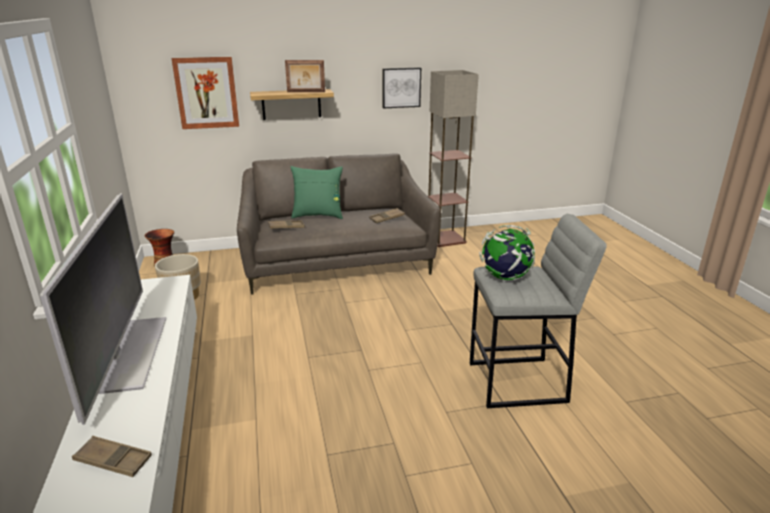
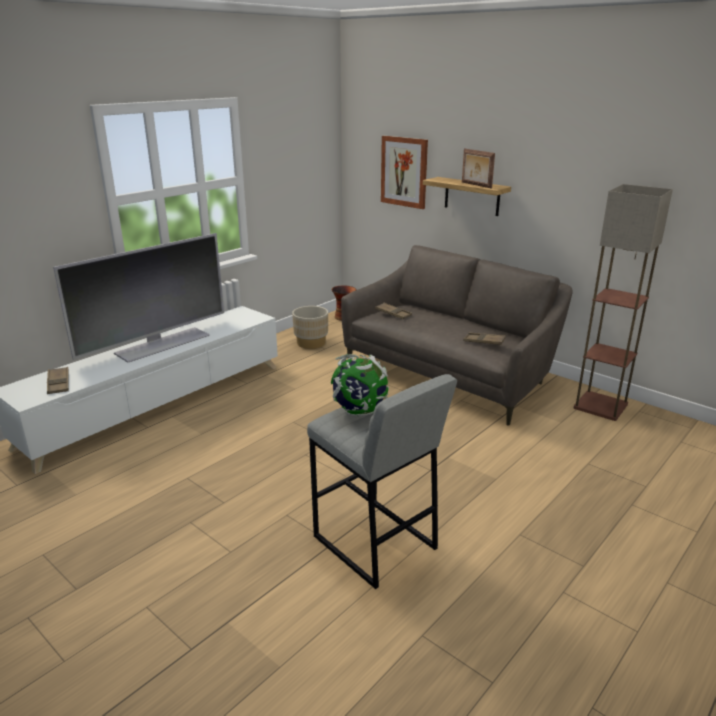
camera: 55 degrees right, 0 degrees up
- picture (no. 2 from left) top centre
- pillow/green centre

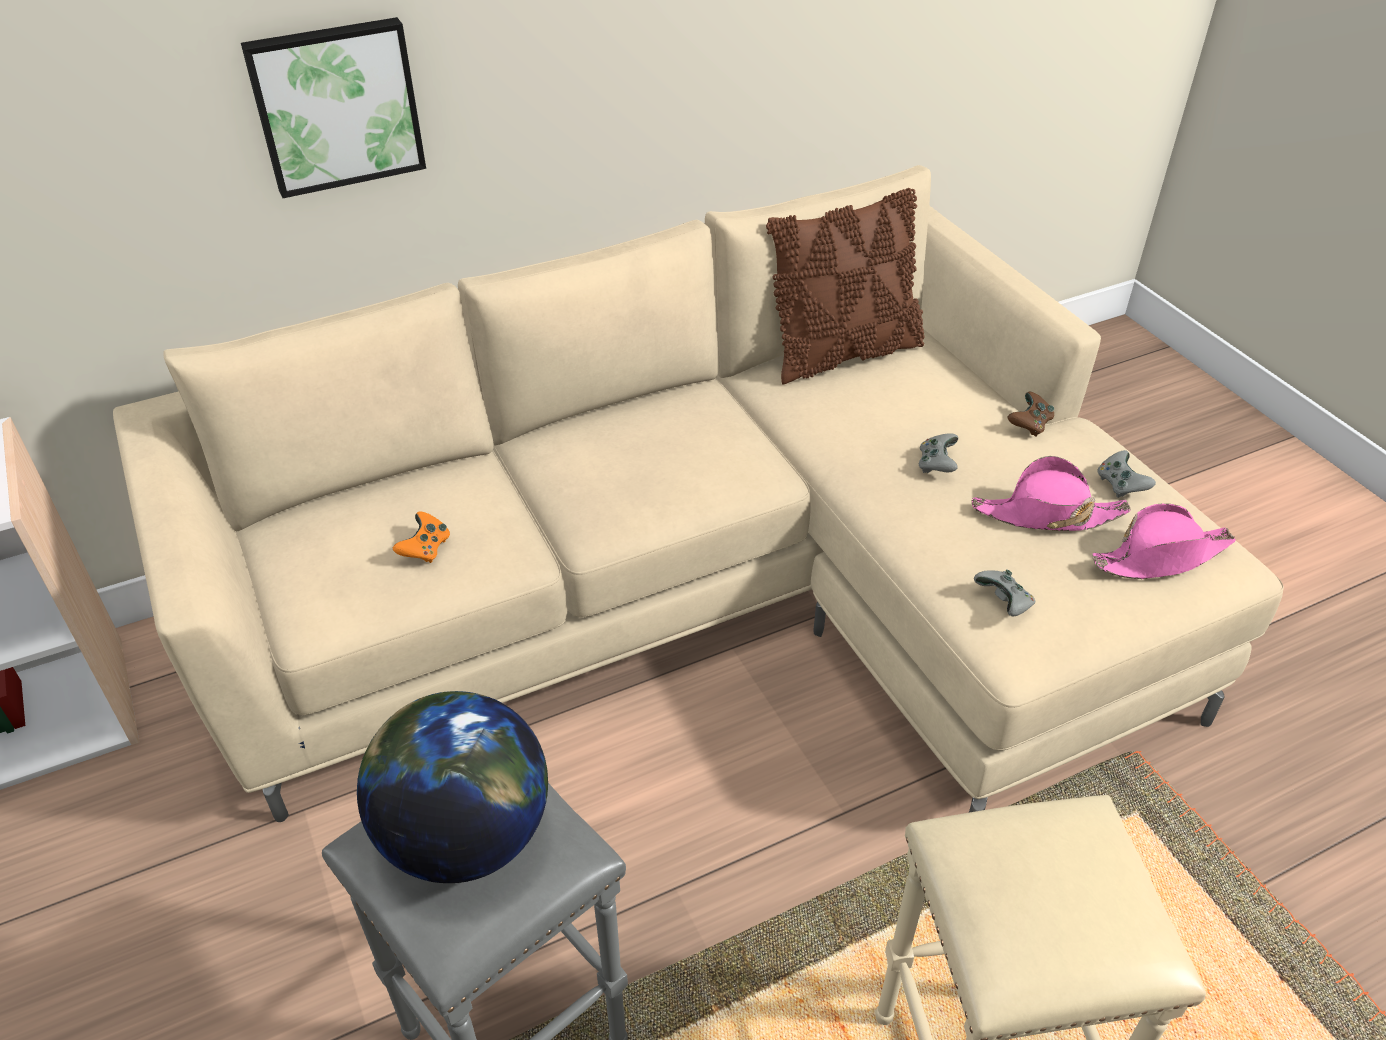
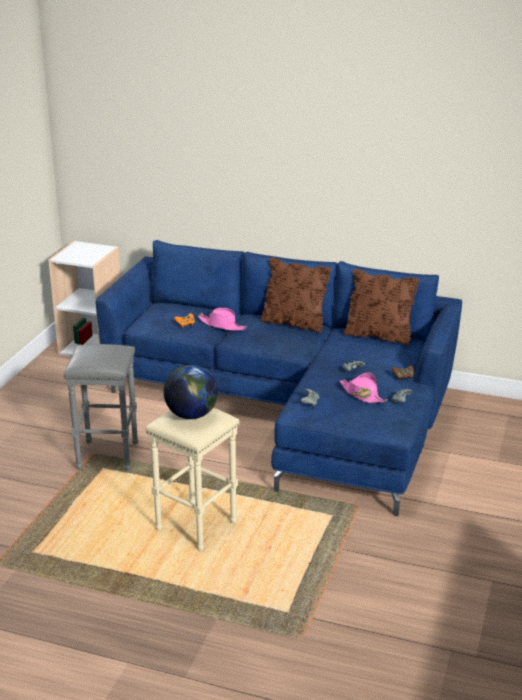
camera: 45 degrees right, 15 degrees down
- picture top left
~ sofa/beige centre to sofa/blue centre
~ hat/pink (no. 2 from left in the first image) middle right to hat/pink (no. 1 from left) centre
~ globe bottom left to centre
+ pillow/brown (no. 1 from left) centre

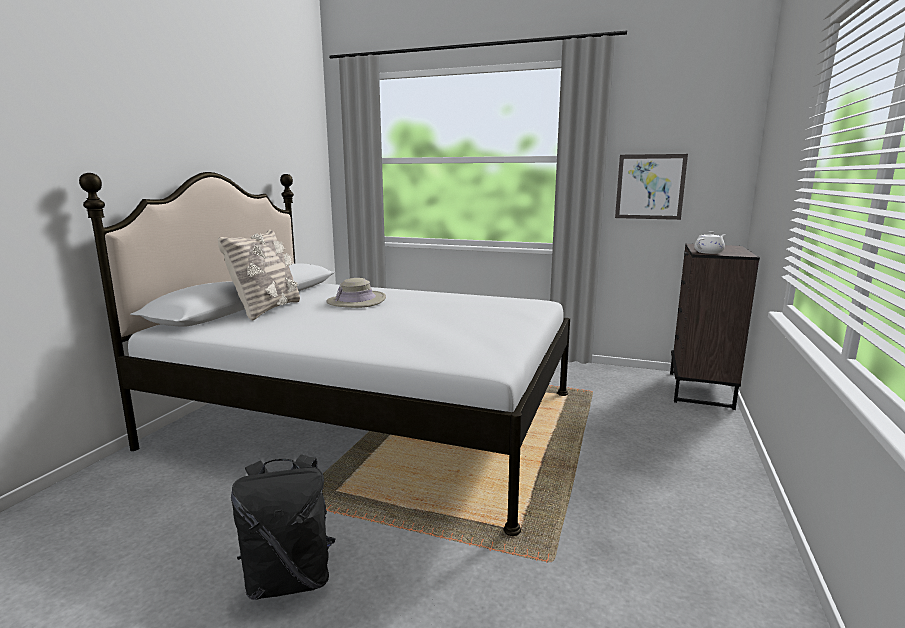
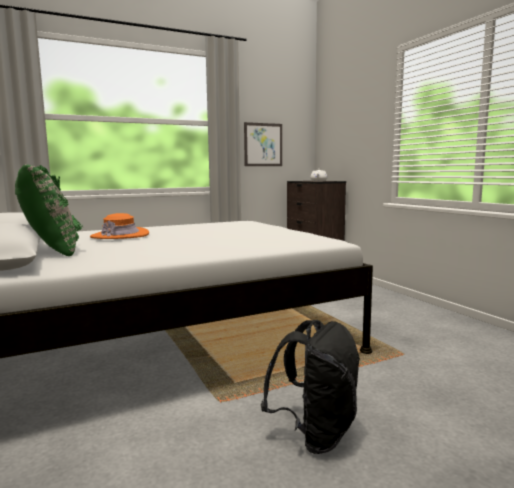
camera: 45 degrees left, 5 degrees down
~ pillow/beige middle left to pillow/green middle left
~ hat/beige centre to hat/orange middle left

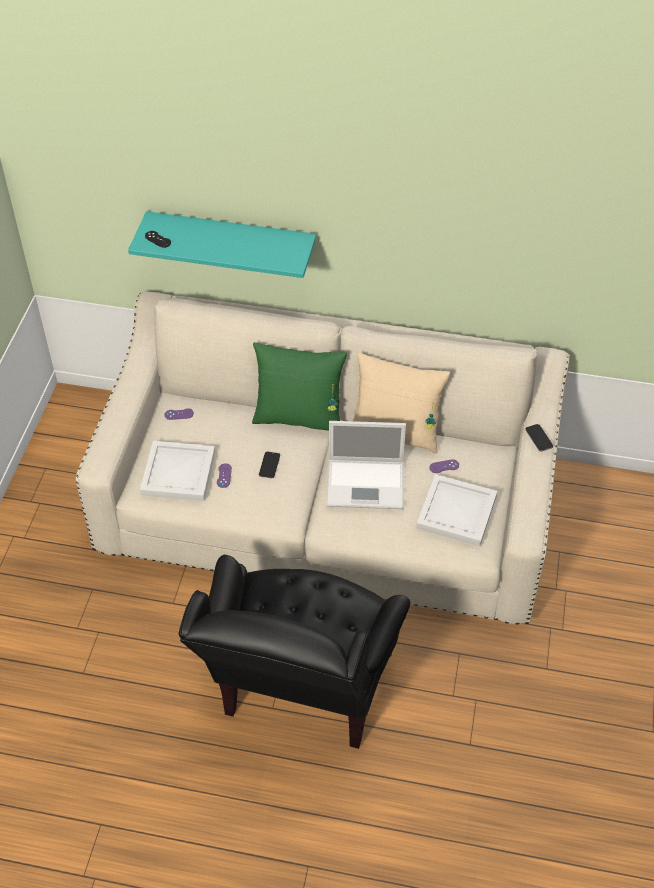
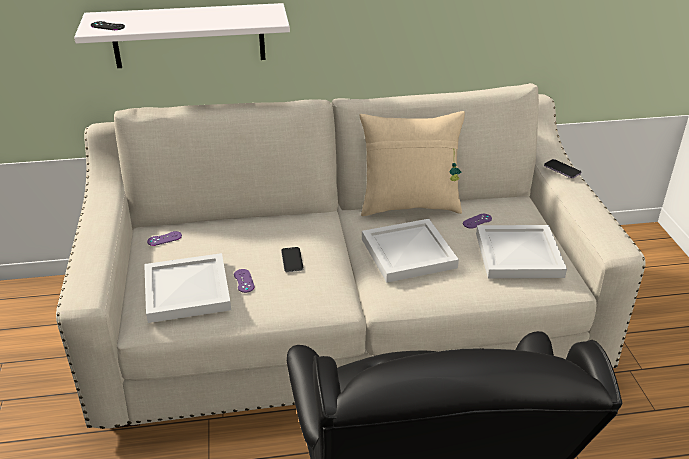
camera: 20 degrees left, 15 degrees down
~ shelf/turquoise top centre to shelf/white top left
- pillow/green centre
~ laptop centre to tray/white (no. 2 from left) centre

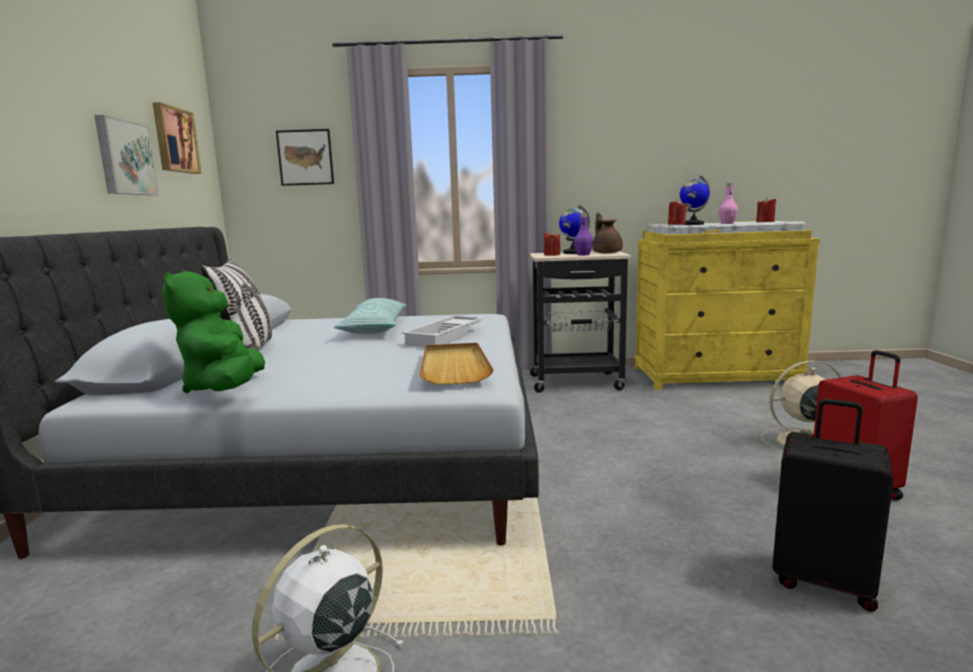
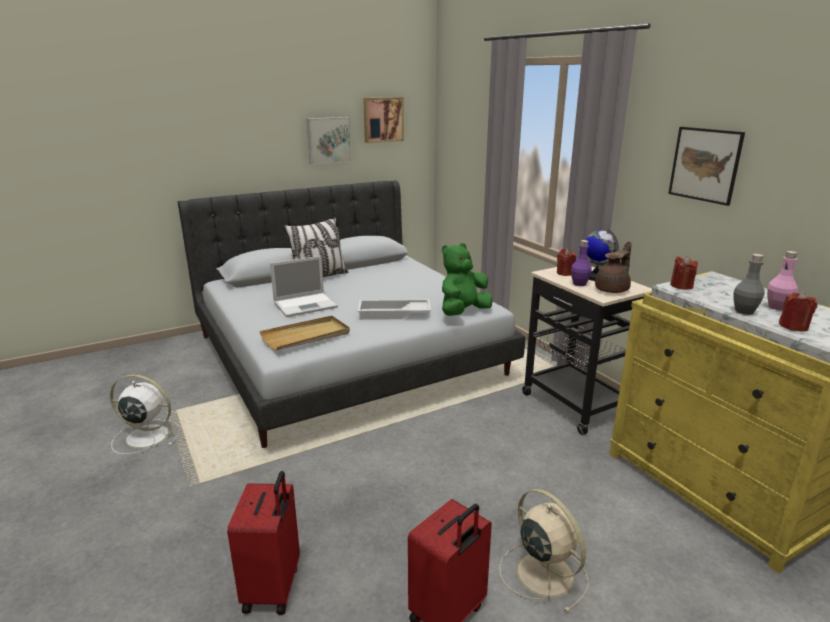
camera: 60 degrees right, 10 degrees up
~ picture (no. 3 from left) top left to top right
- globe (no. 2 from left) top right
~ plush toy/green middle left to centre
- pillow (no. 2 from left) centre
~ suitcase/black bottom right to suitcase/red (no. 1 from left) bottom left
+ bottle/grey middle right
+ laptop centre

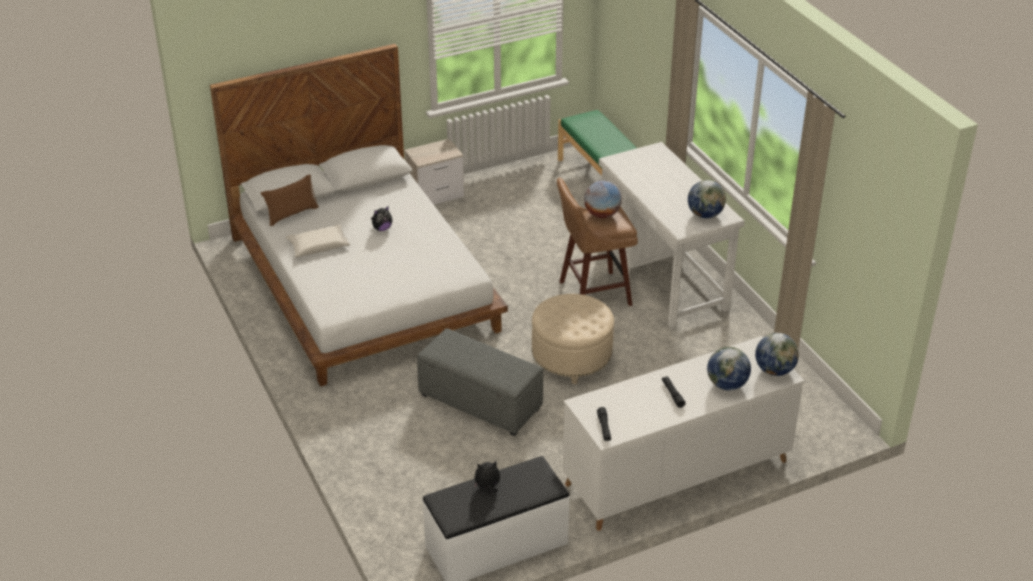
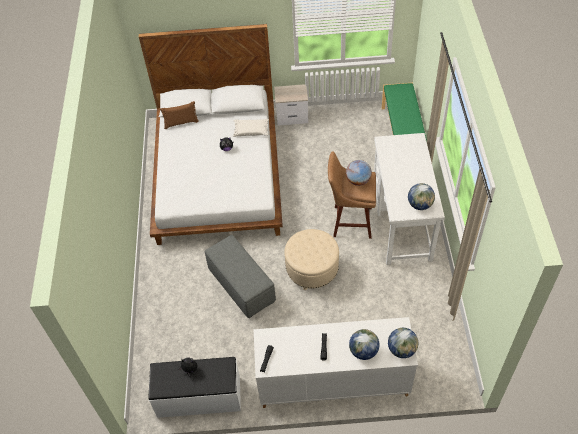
camera: 25 degrees right, 15 degrees up
~ pillow/white middle left to top centre

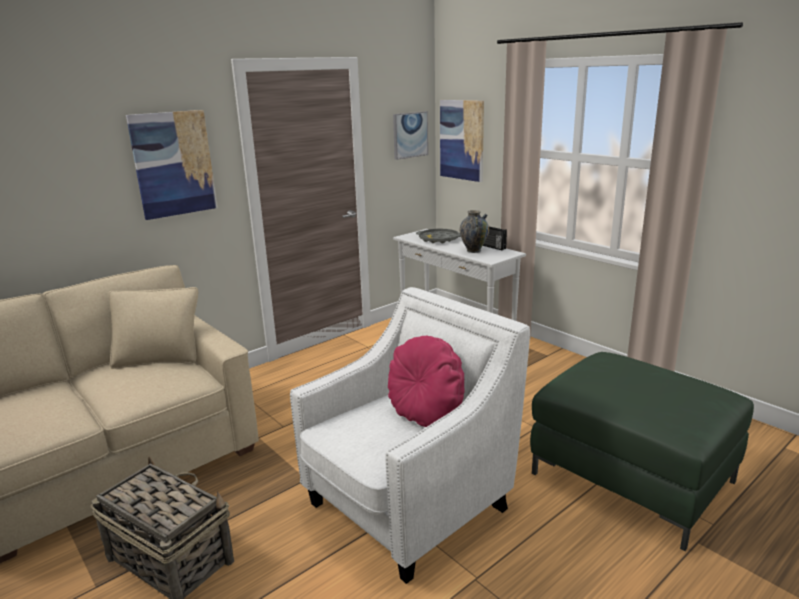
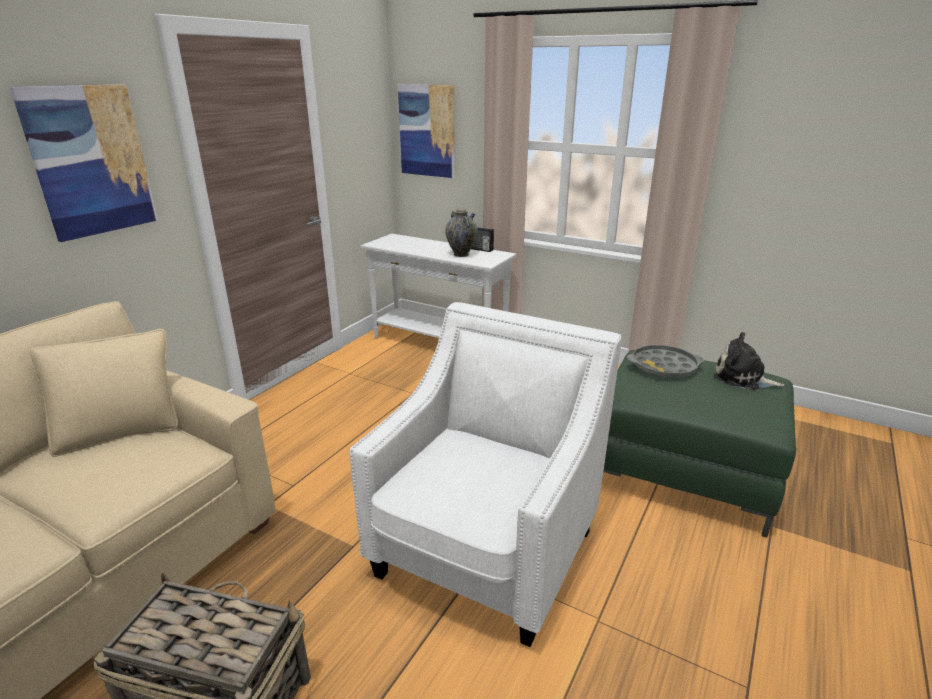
camera: 20 degrees left, 5 degrees up
- picture (no. 2 from left) top centre
~ tray/grey centre to middle right
- pillow/pink centre
+ plush toy middle right

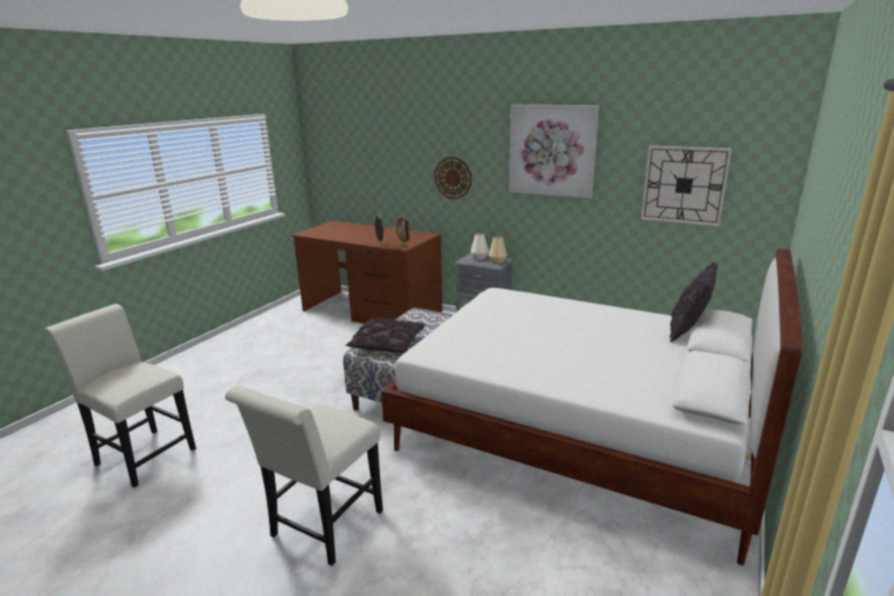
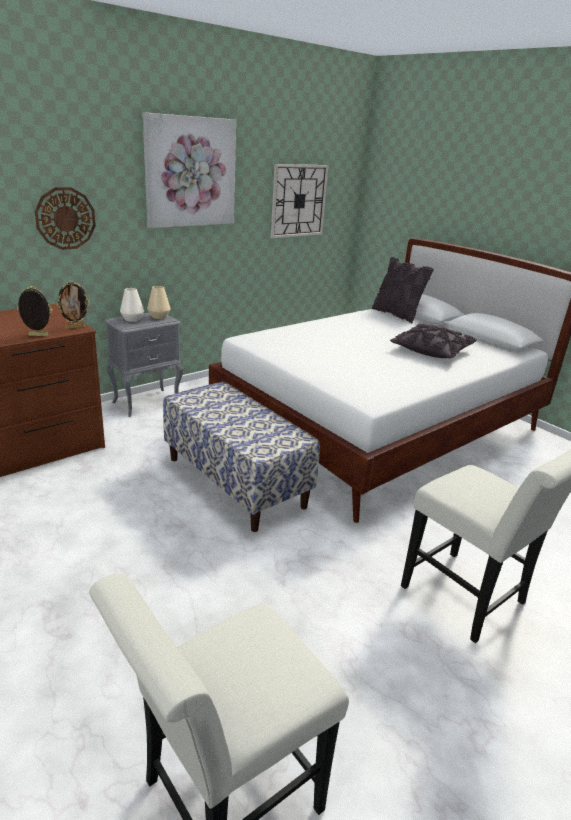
camera: 70 degrees left, 5 degrees up
~ pillow/black (no. 1 from left in the first image) centre to pillow/black (no. 2 from left) middle right

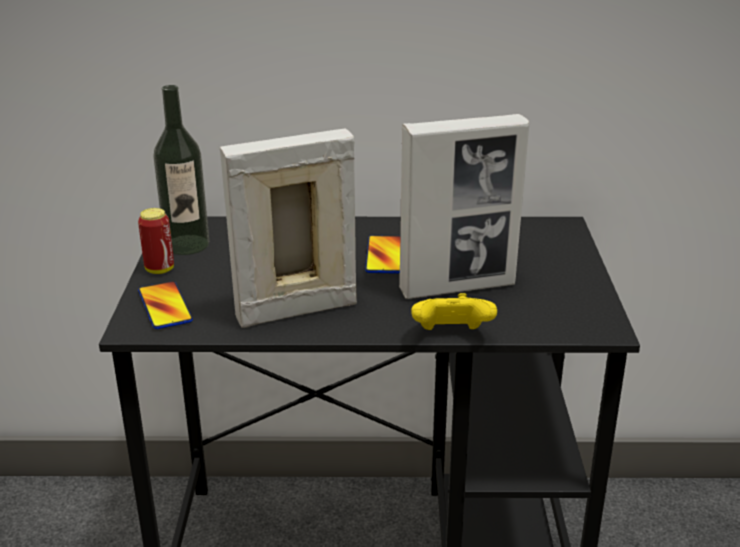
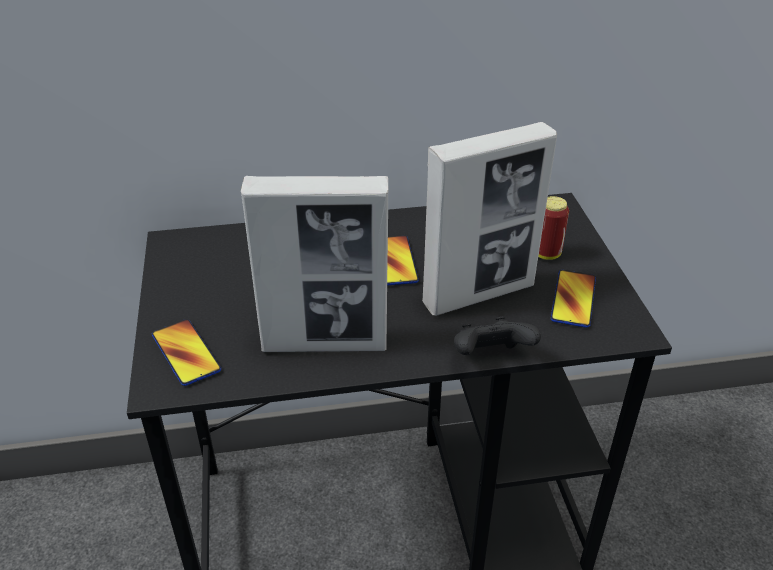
camera: 10 degrees left, 10 degrees up
- bottle top left
~ picture frame (no. 1 from left) centre = centre 150 degrees counterclockwise
~ can middle left to middle right
~ game controller/yellow centre to game controller/black centre
+ phone (no. 3 from left) middle right

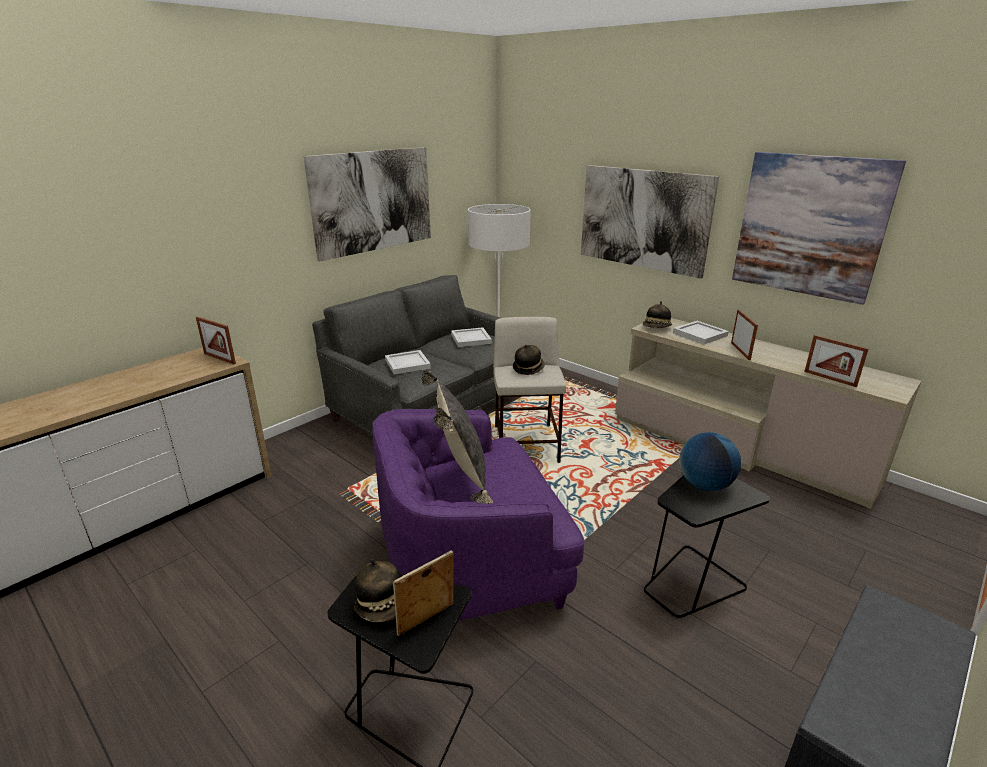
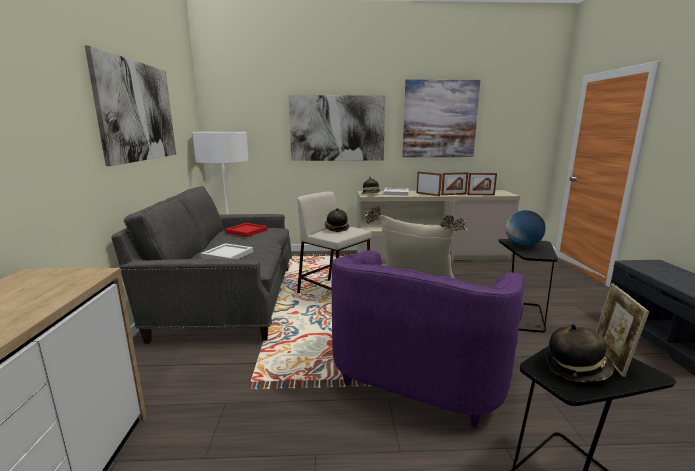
camera: 45 degrees left, 10 degrees down
~ picture frame (no. 1 from left in the first image) middle left to picture frame (no. 2 from left) centre
~ tray/white (no. 2 from left) centre to tray/red centre

